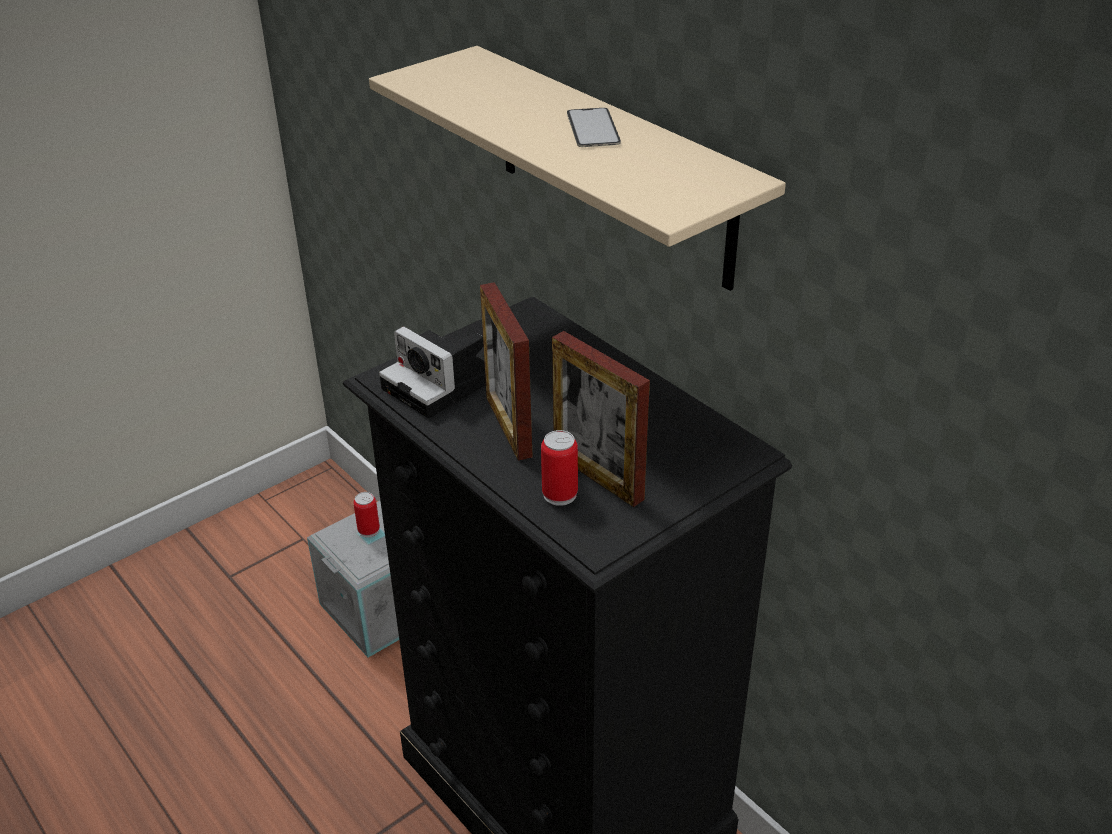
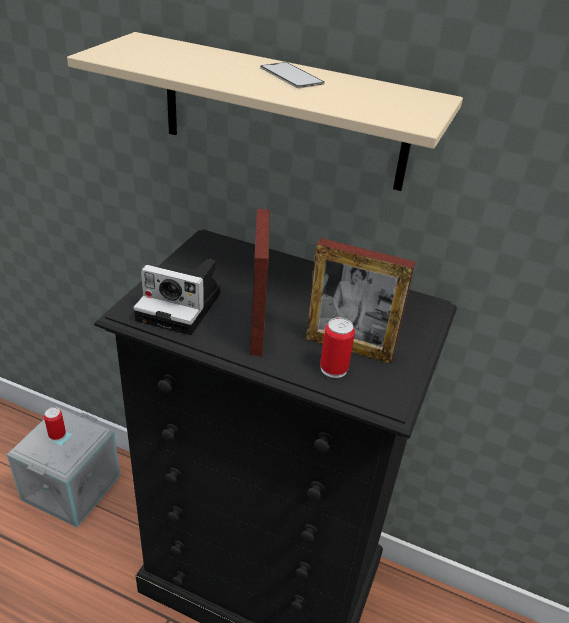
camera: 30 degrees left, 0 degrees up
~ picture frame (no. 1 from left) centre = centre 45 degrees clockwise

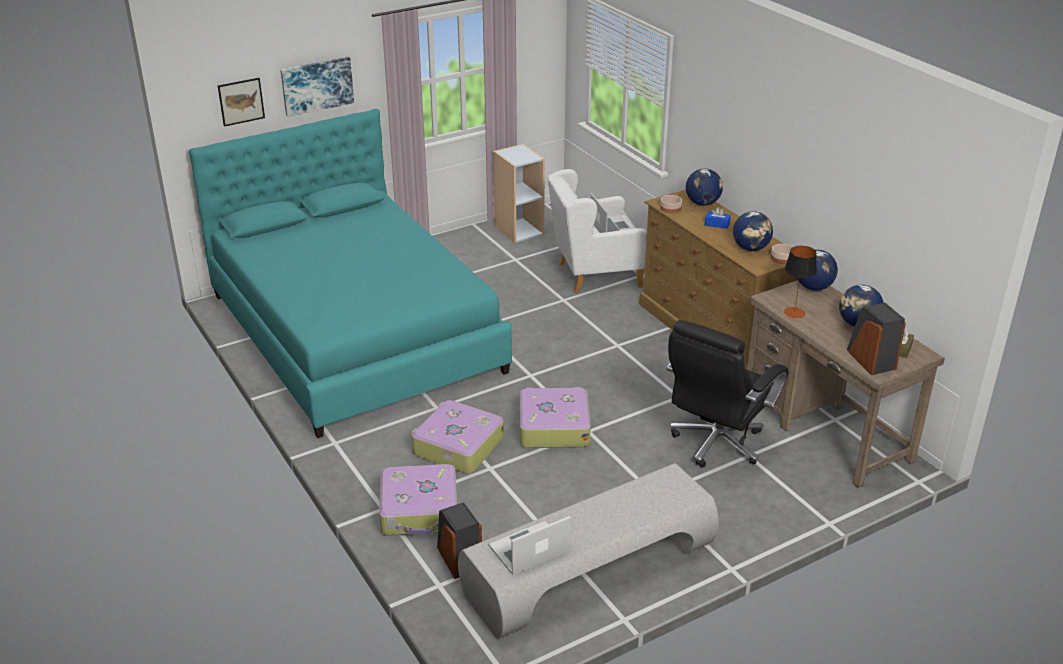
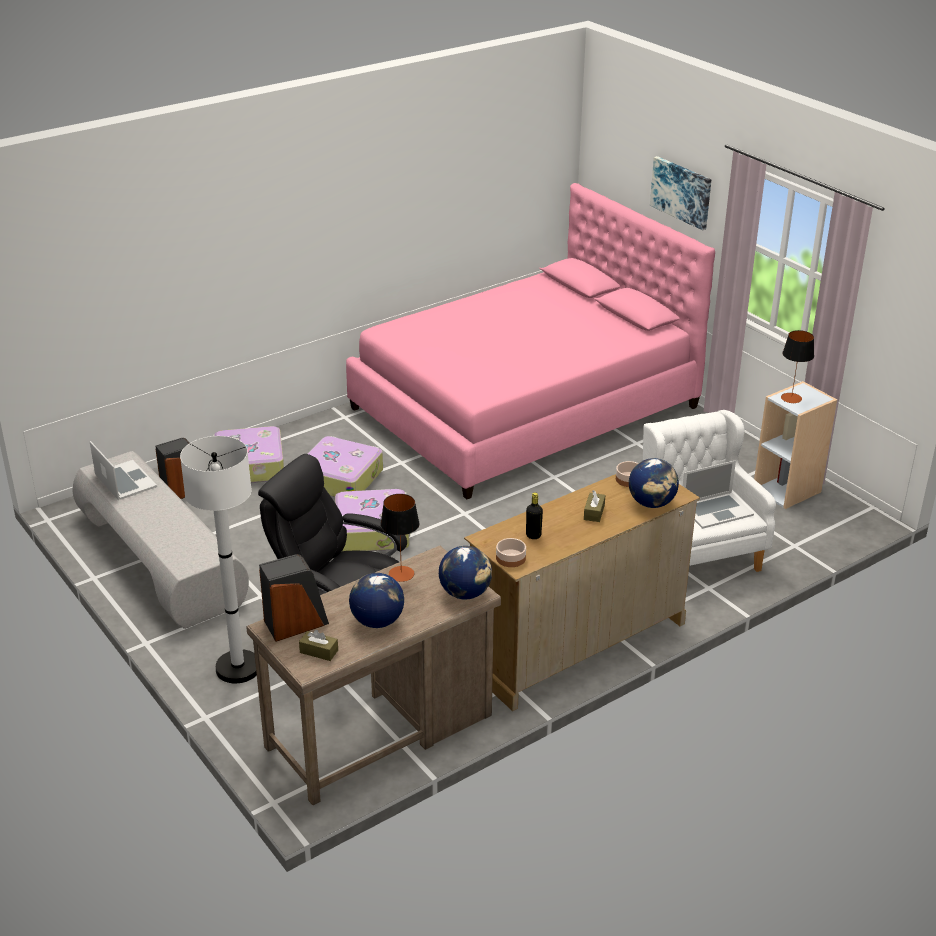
camera: 85 degrees right, 0 degrees up
- picture (no. 1 from left) top left
~ bed/turquoise middle left to bed/pink centre
~ tissue box/blue top right to tissue box/brown (no. 2 from left) centre
~ globe (no. 2 from left) middle right to bottle/black centre
+ table lamp (no. 2 from left) middle right
+ floor lamp/white middle left

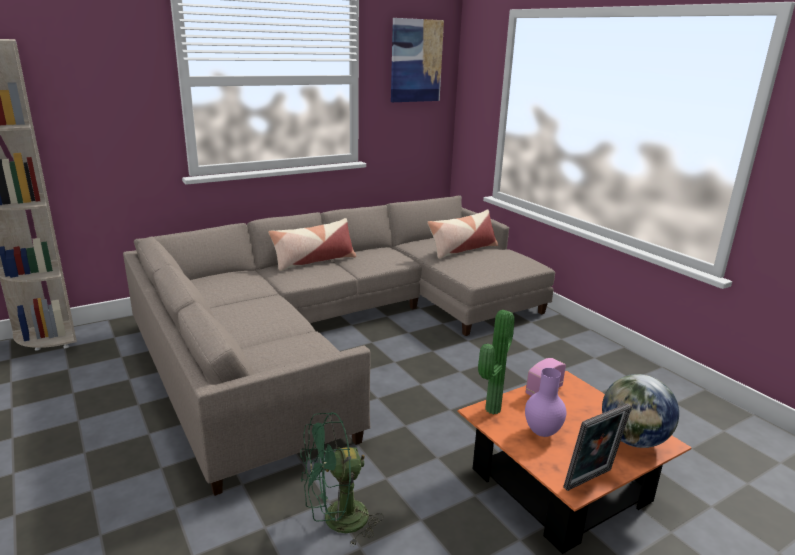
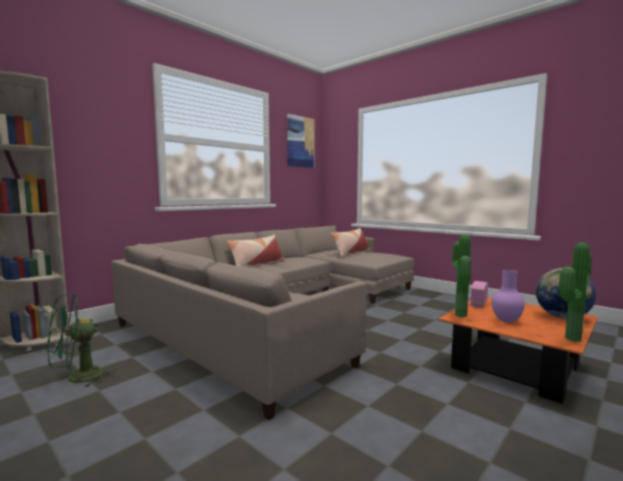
camera: 15 degrees left, 15 degrees down
~ picture frame bottom right to potted plant (no. 2 from left) middle right
~ fan/green bottom centre to bottom left

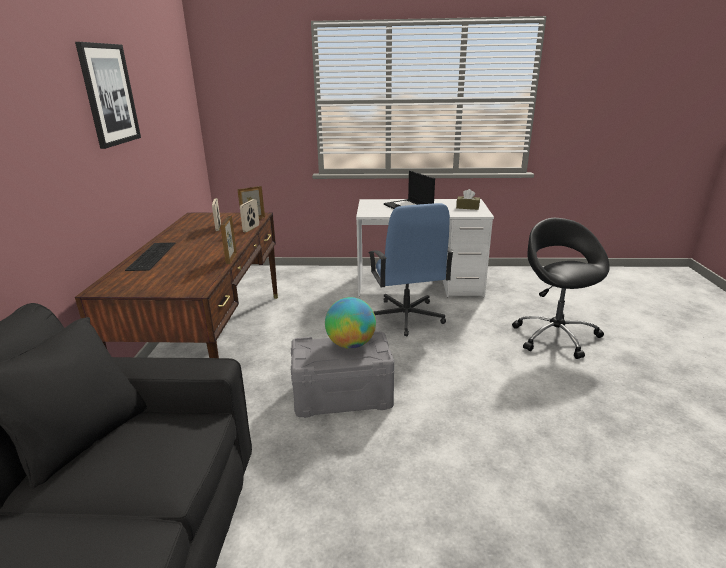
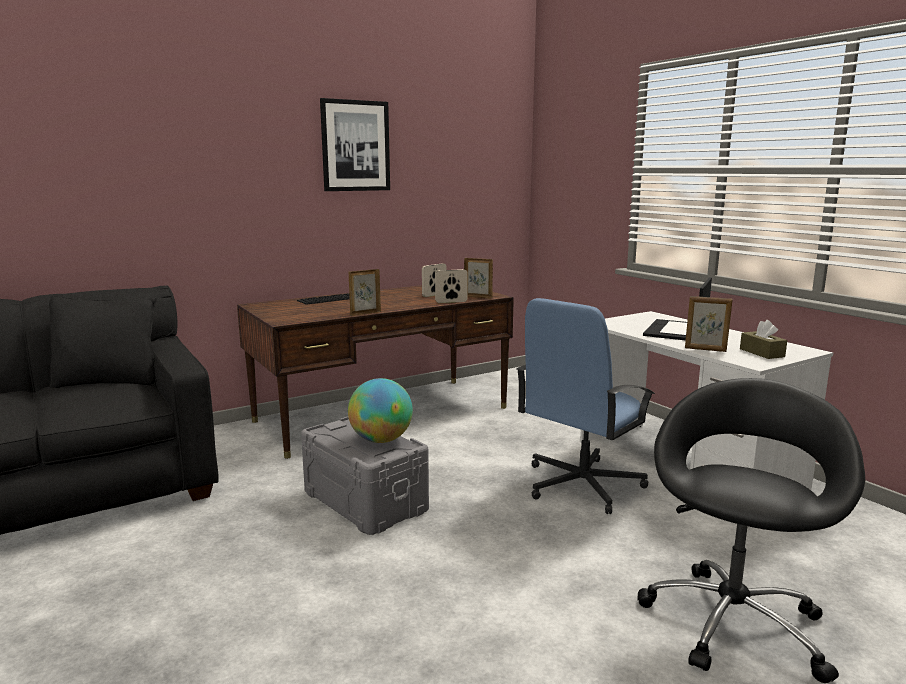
camera: 55 degrees right, 10 degrees down
+ picture frame (no. 5 from left) middle right

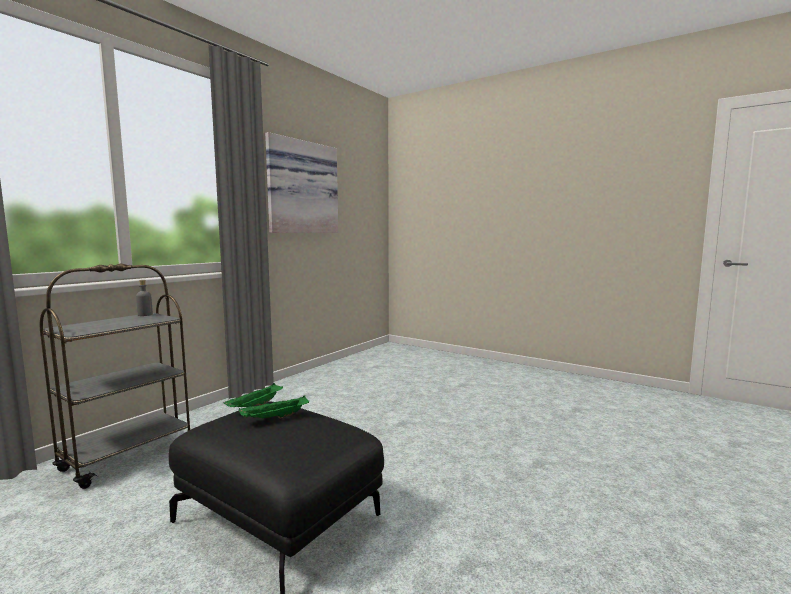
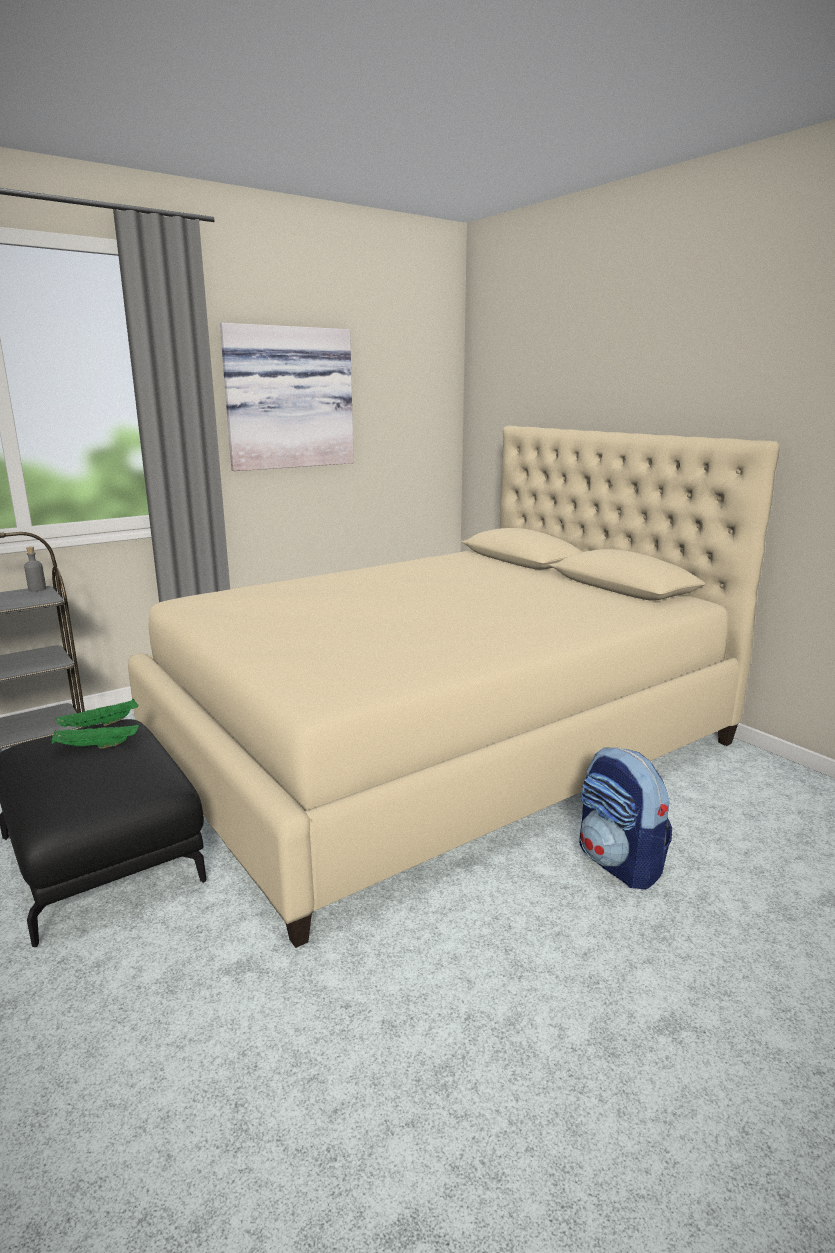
camera: 20 degrees right, 10 degrees up
+ bed/beige centre
+ backpack middle right

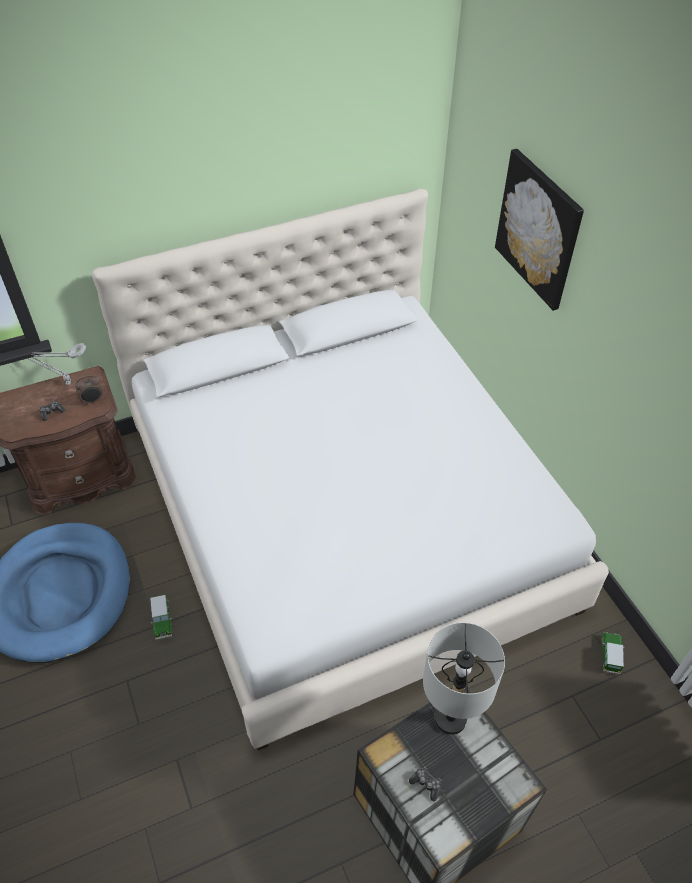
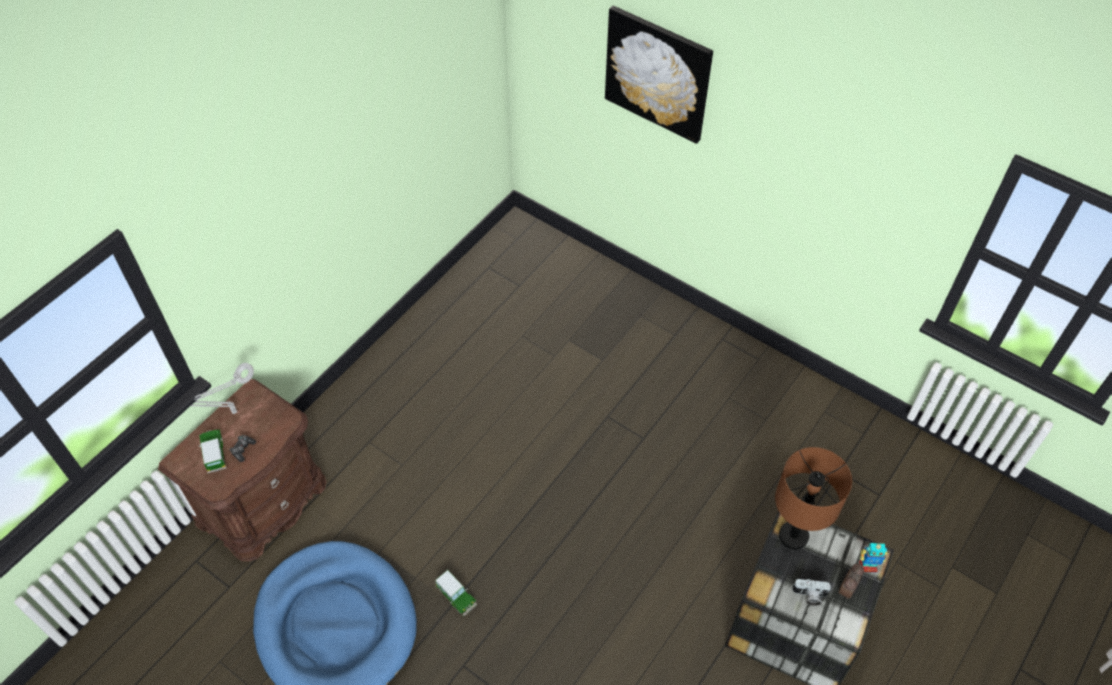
camera: 30 degrees left, 5 degrees up
- bed/white centre
~ alarm clock middle left to bottom right
~ table lamp/grey (no. 2 from left) bottom right to table lamp/brown bottom right
~ toy car (no. 2 from left in the first image) bottom right to toy car (no. 1 from left) middle left
~ game controller (no. 2 from left) bottom centre to photo camera bottom right
+ toy robot bottom right

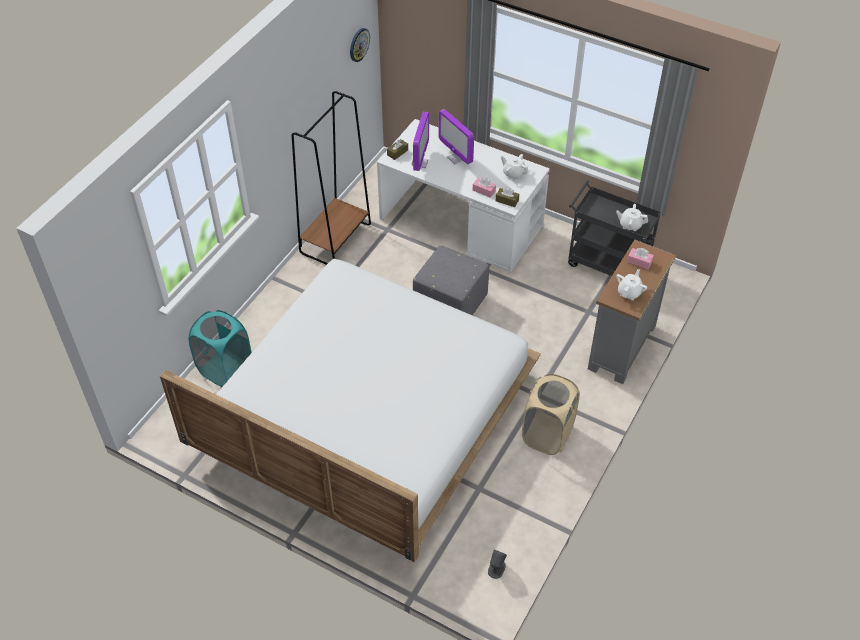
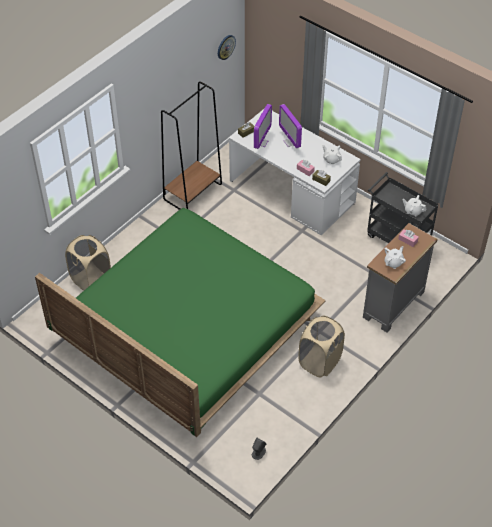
camera: 10 degrees right, 0 degrees up
- ottoman/grey centre
~ bed/white centre to bed/green centre
~ laundry basket/turquoise middle left to laundry basket/beige (no. 1 from left) middle left

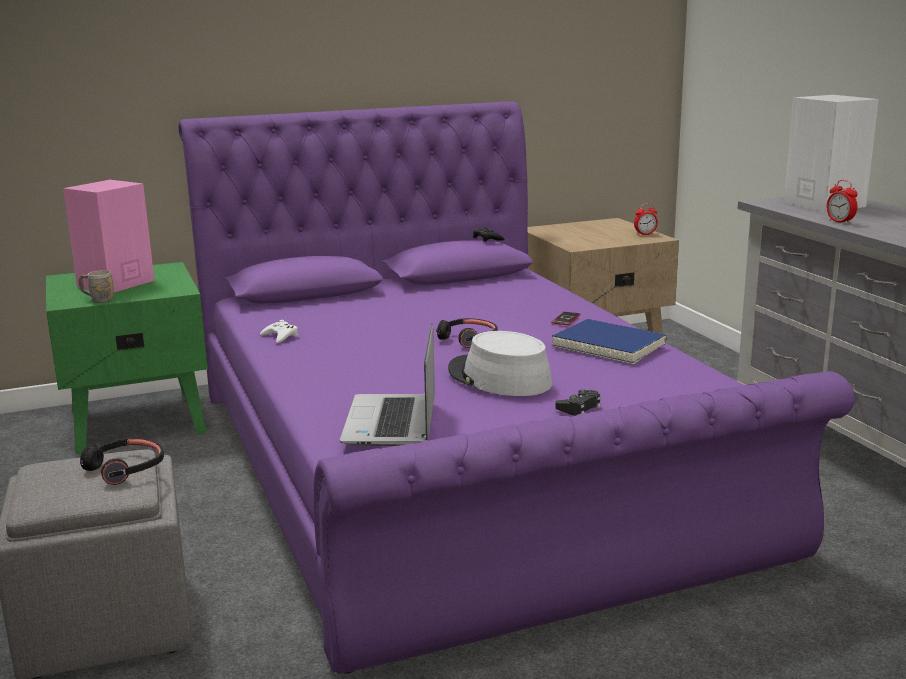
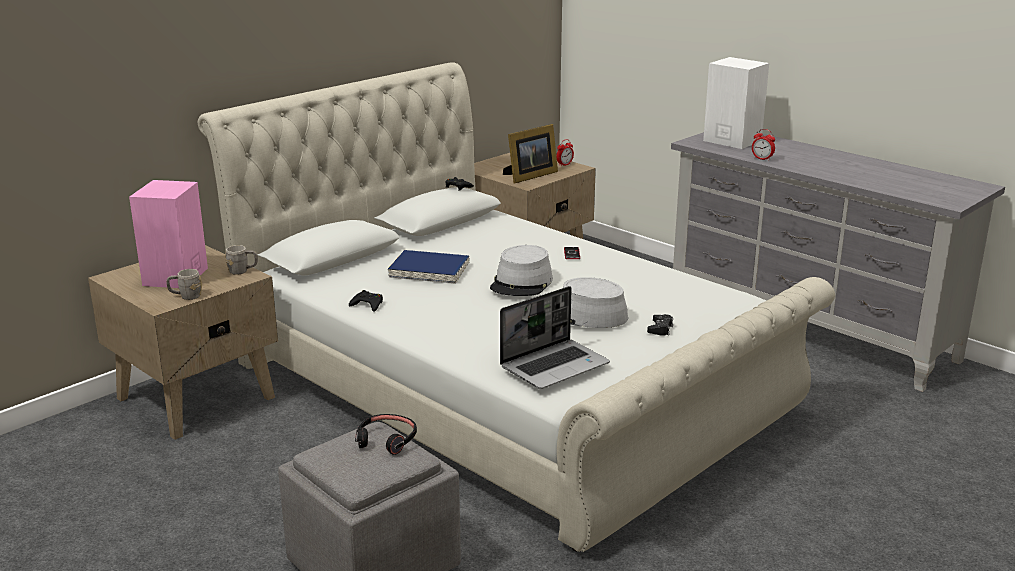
camera: 25 degrees left, 5 degrees up
~ bed/purple centre to bed/beige centre
~ nightstand/green middle left to nightstand/beige (no. 1 from left) middle left
~ headphones/black (no. 2 from left) centre to hat/grey (no. 1 from left) centre
~ book/blue middle right to centre
~ game controller/white middle left to game controller/black (no. 1 from left) centre
~ laptop centre = centre 105 degrees counterclockwise
+ picture frame top centre
+ mug/grey (no. 2 from left) middle left

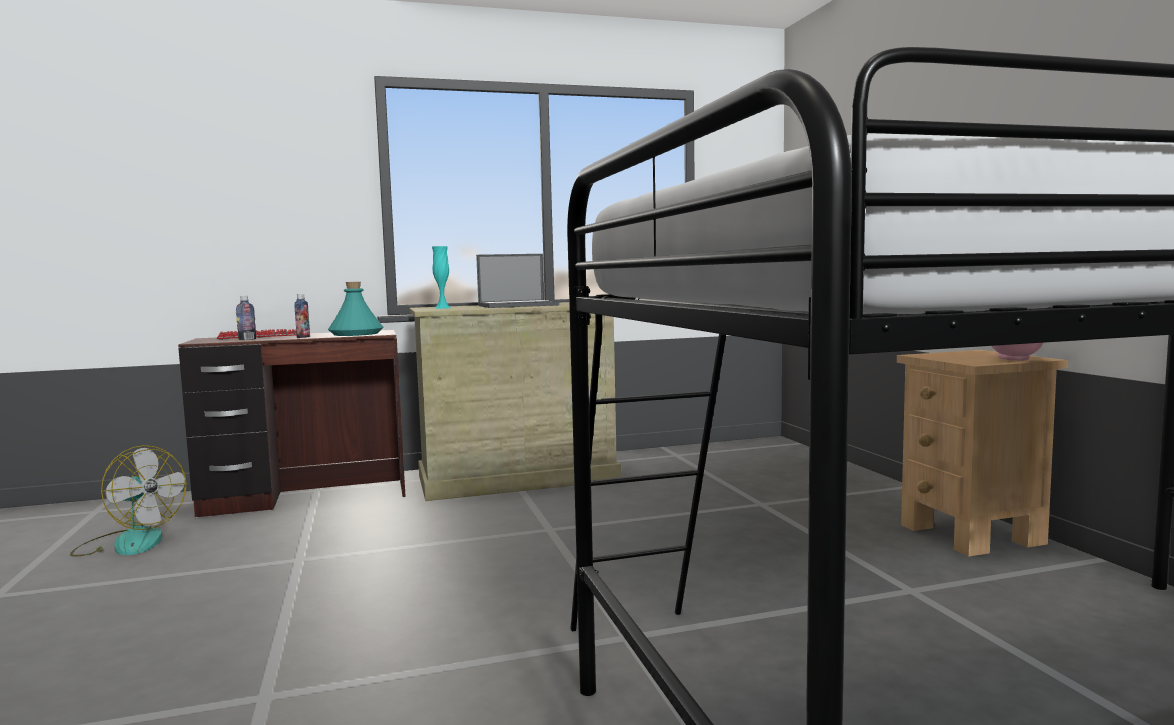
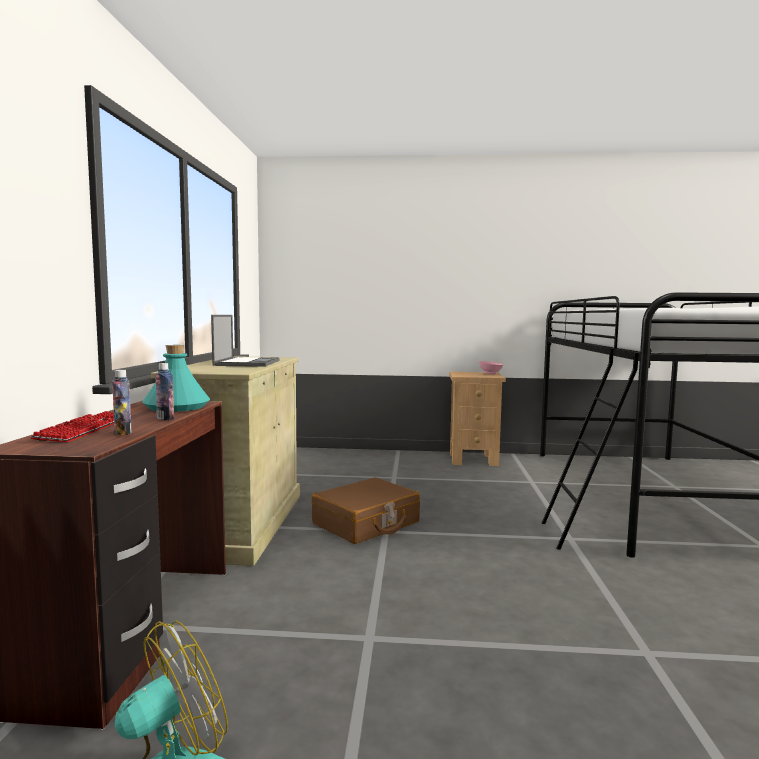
camera: 70 degrees left, 0 degrees up
- vase/turquoise centre
+ suitcase/brown bottom centre

